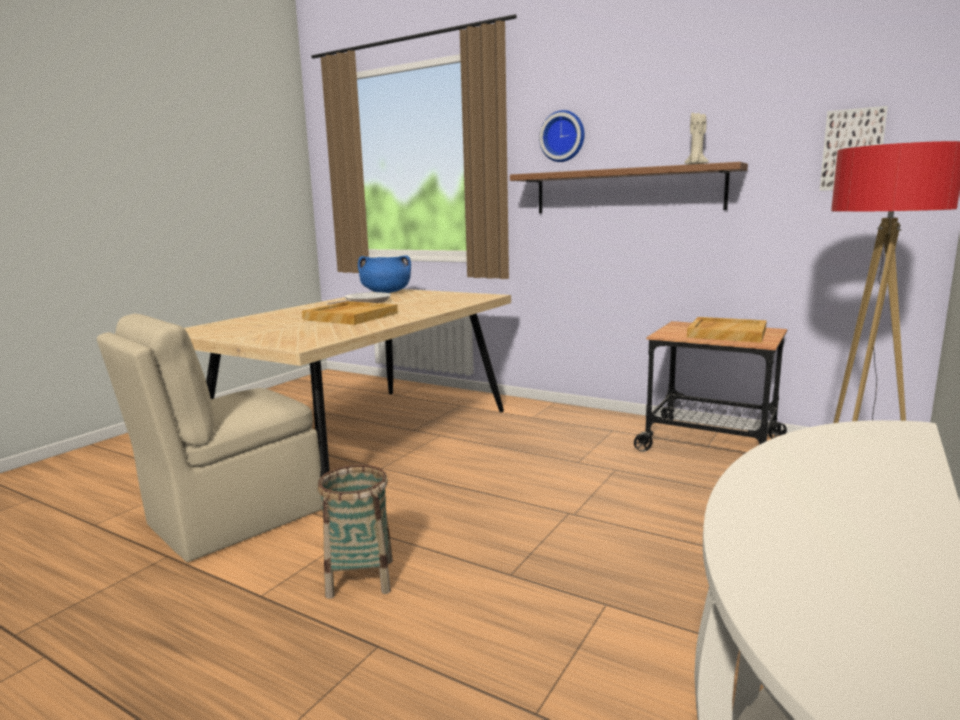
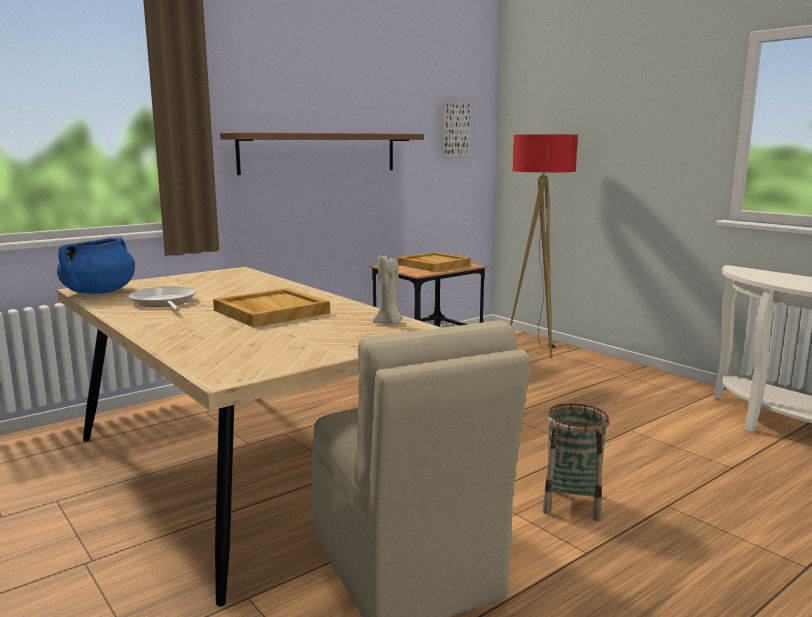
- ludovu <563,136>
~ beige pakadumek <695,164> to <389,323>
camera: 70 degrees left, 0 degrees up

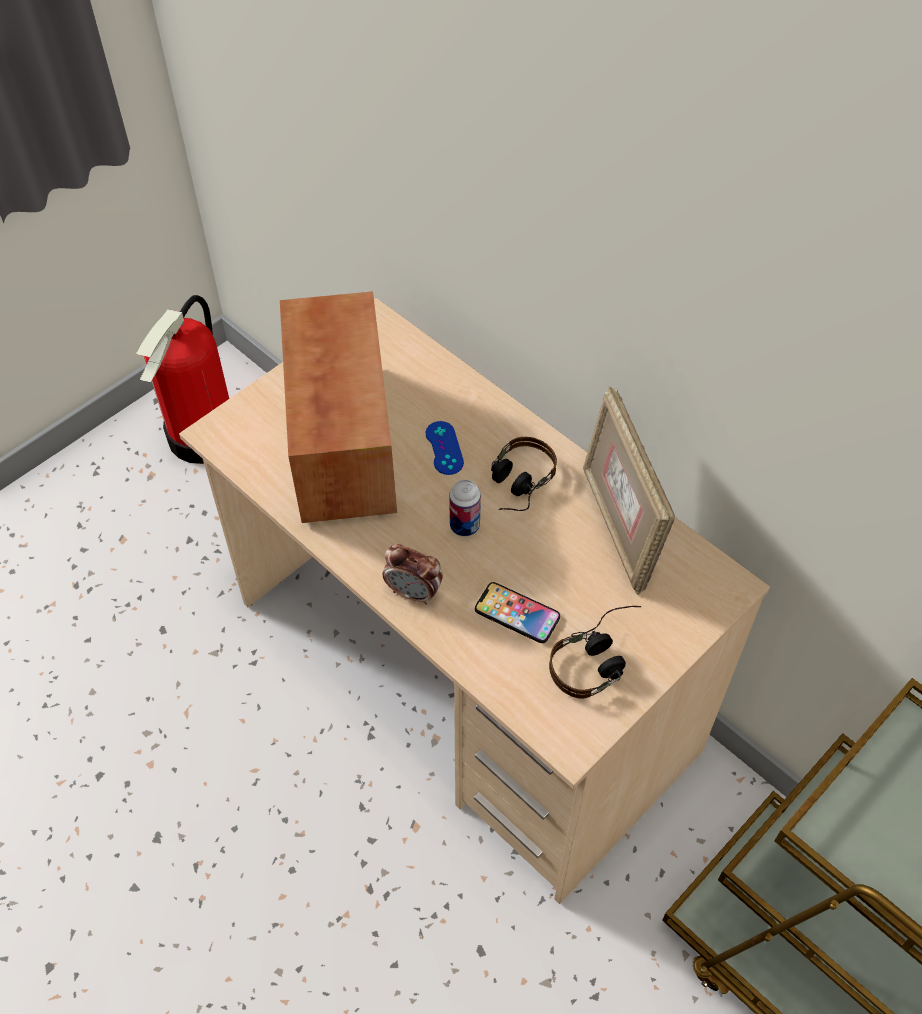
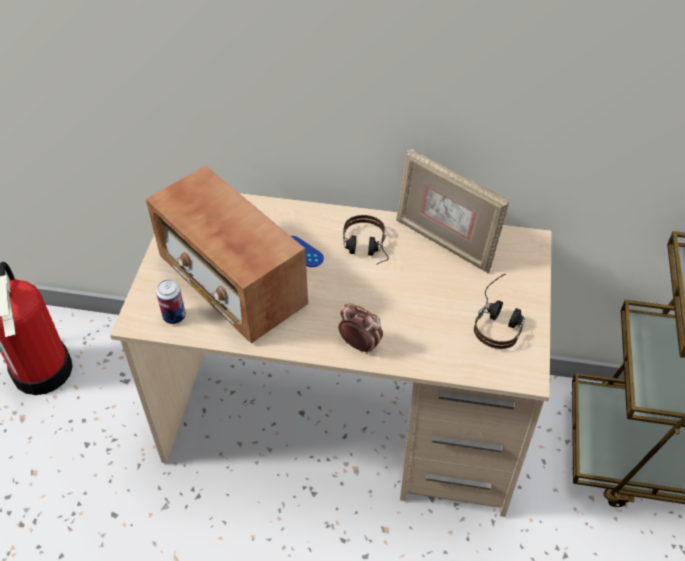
~ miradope <414,592> = <359,345> 135 degrees counterclockwise
~ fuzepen <464,526> to <174,316>
- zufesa <517,613>
camera: 35 degrees left, 5 degrees down

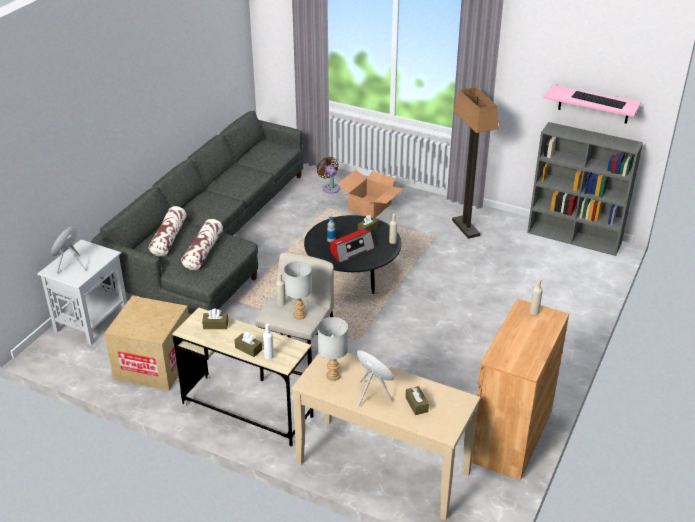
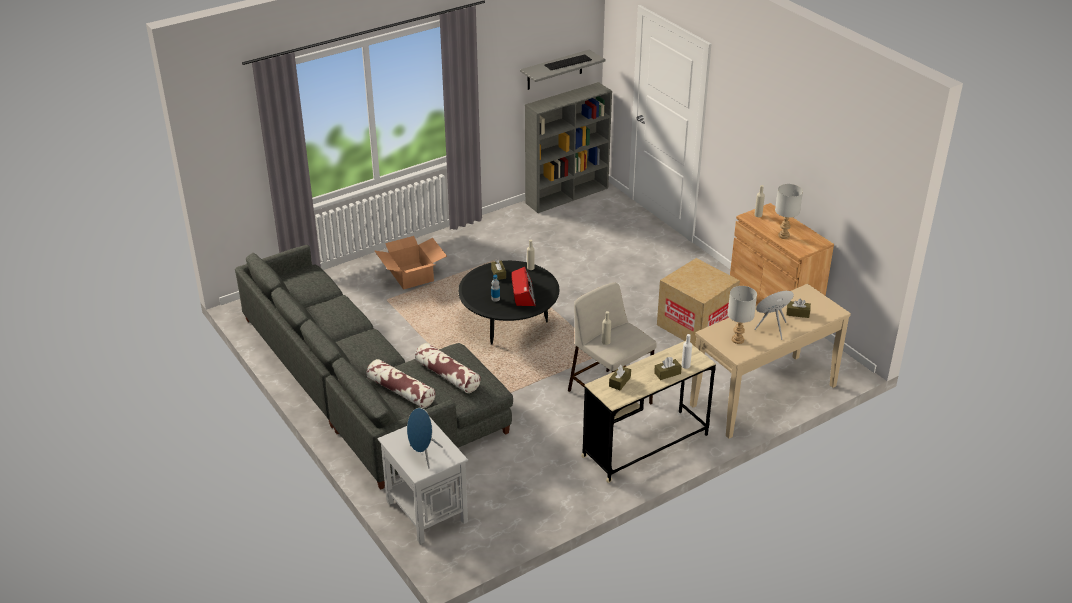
~ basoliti <154,364> to <695,325>
~ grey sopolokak <300,315> to <783,235>
- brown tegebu <330,187>
- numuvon <466,228>
~ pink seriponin <594,104> to grey seriponin <554,70>
camera: 60 degrees left, 0 degrees up

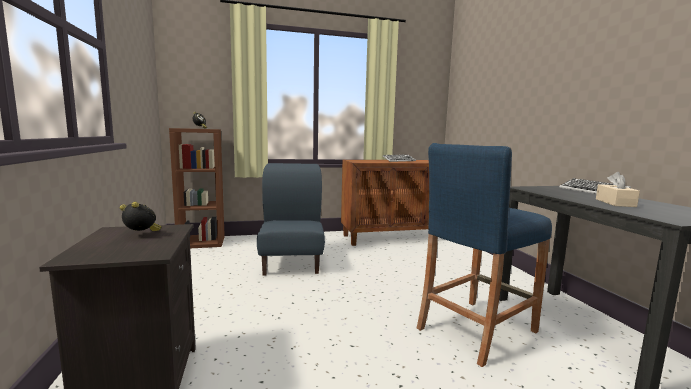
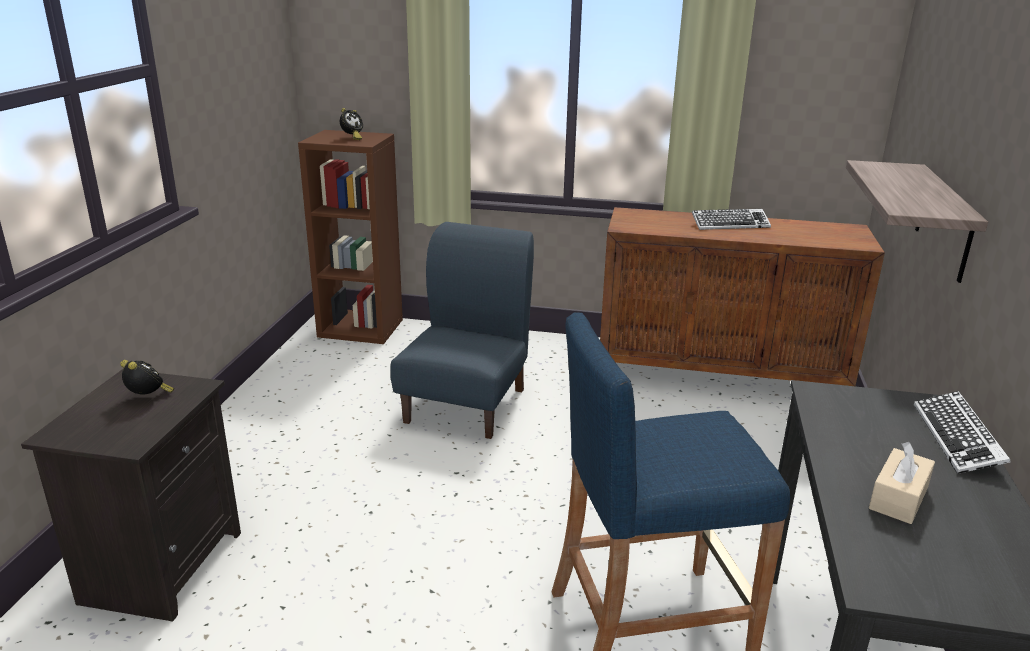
+ seriponin <945,222>
camera: 25 degrees right, 15 degrees up

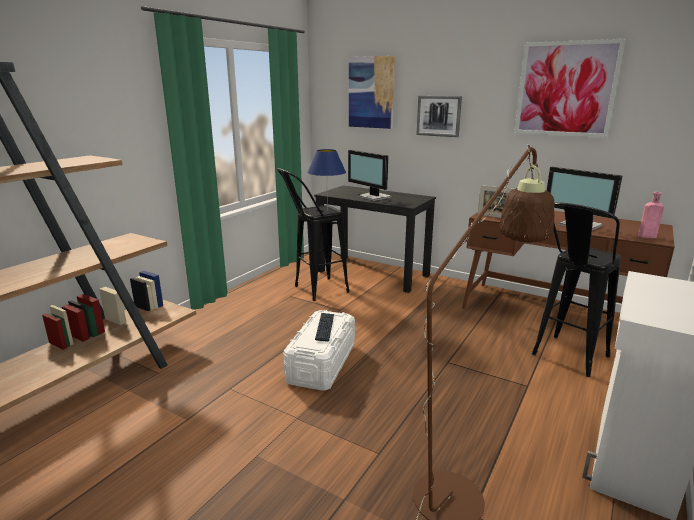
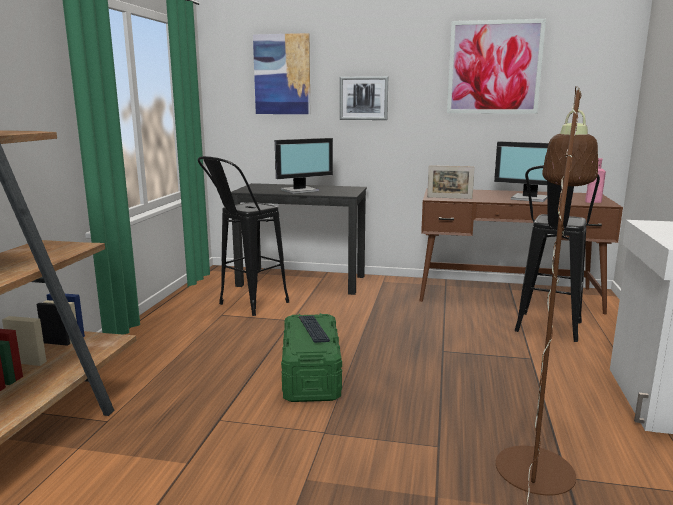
~ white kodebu <322,363> to green kodebu <311,375>
- blue sopolokak <327,211>
~ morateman <373,197> = <301,190> 60 degrees counterclockwise
camera: 20 degrees left, 5 degrees down

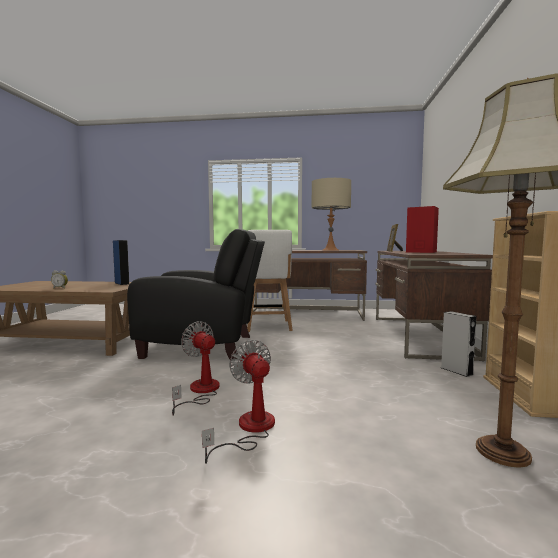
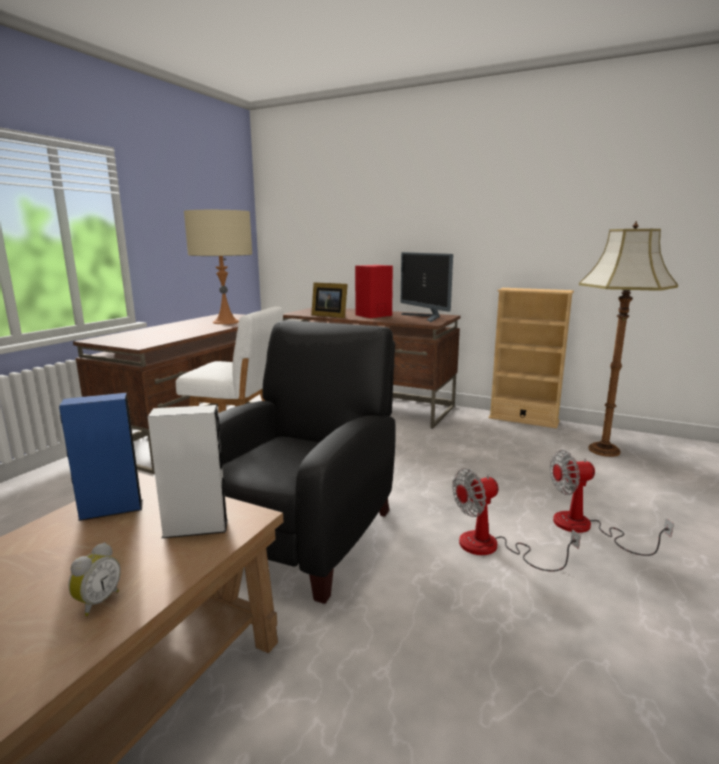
~ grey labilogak <456,371> to <195,528>
+ morateman <425,318>
camera: 70 degrees left, 10 degrees up

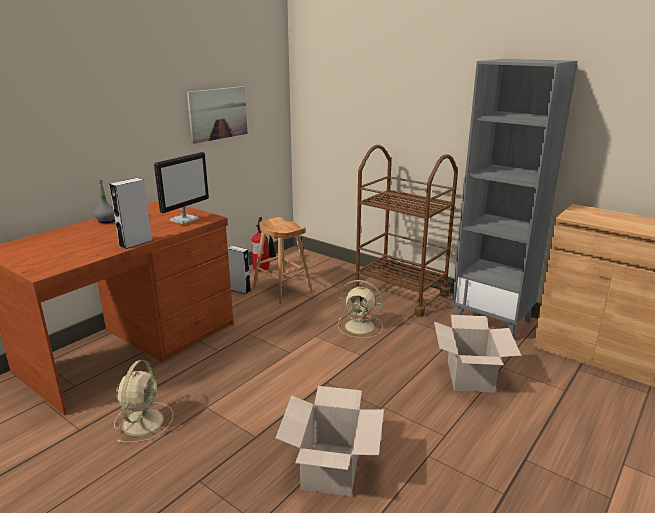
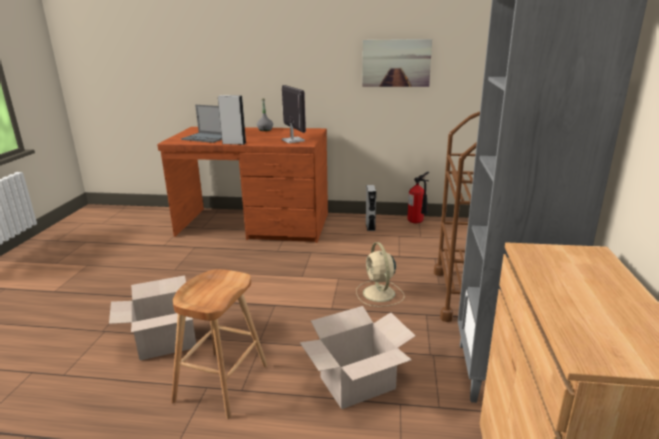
- beige tegebu <143,421>
~ morateman <185,219> = <292,140> 120 degrees counterclockwise
~ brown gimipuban <282,289> to <221,383>
+ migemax <206,138>
camera: 60 degrees right, 0 degrees up

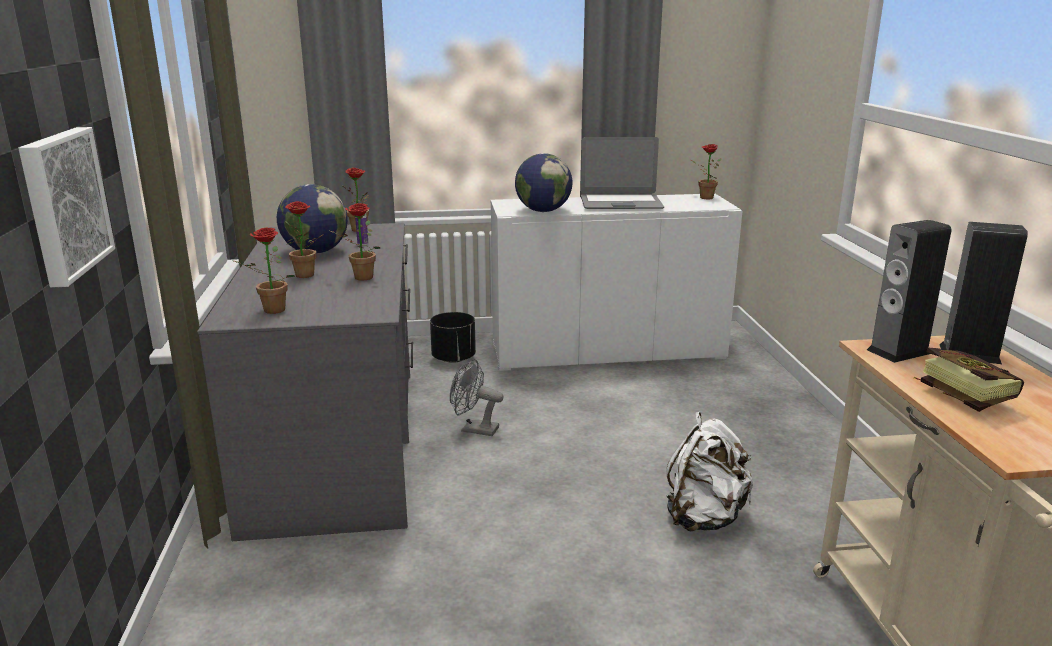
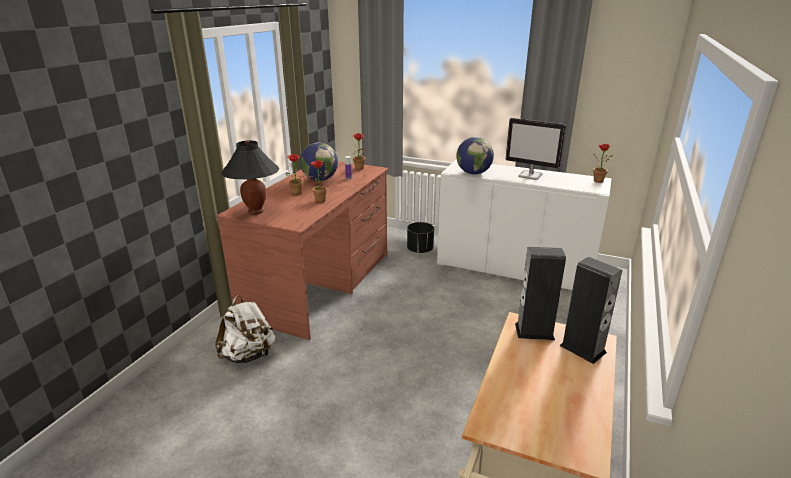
- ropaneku <63,203>
~ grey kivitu <338,444> to brown kivitu <320,284>
~ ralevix <270,311> to black sopolokak <255,211>
- grey tegebu <474,429>
~ migemax <620,203> to morateman <530,175>
~ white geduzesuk <704,517> to <248,355>
- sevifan <958,394>
camera: 30 degrees right, 5 degrees up

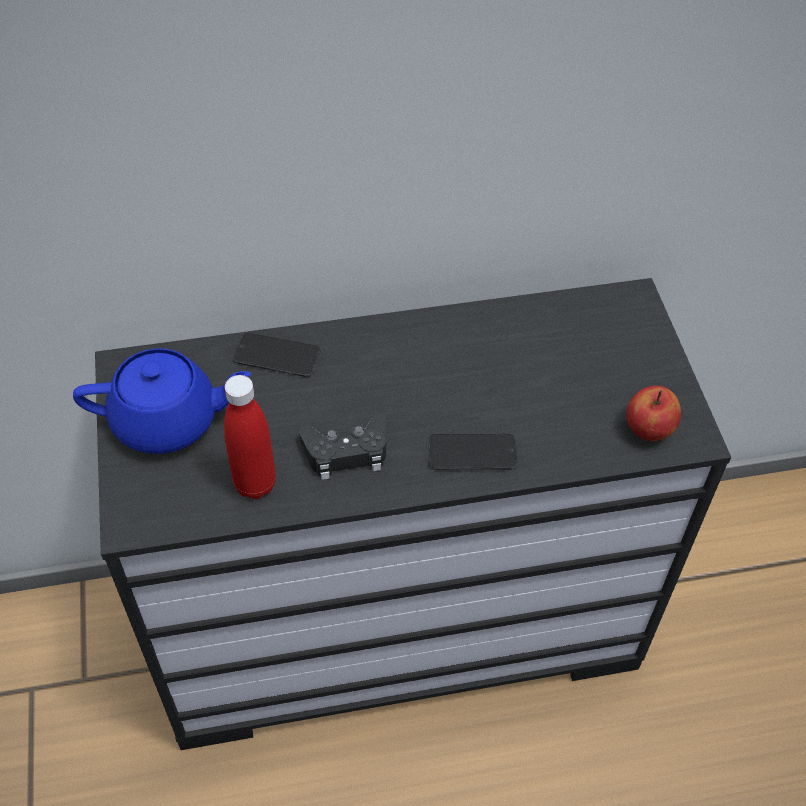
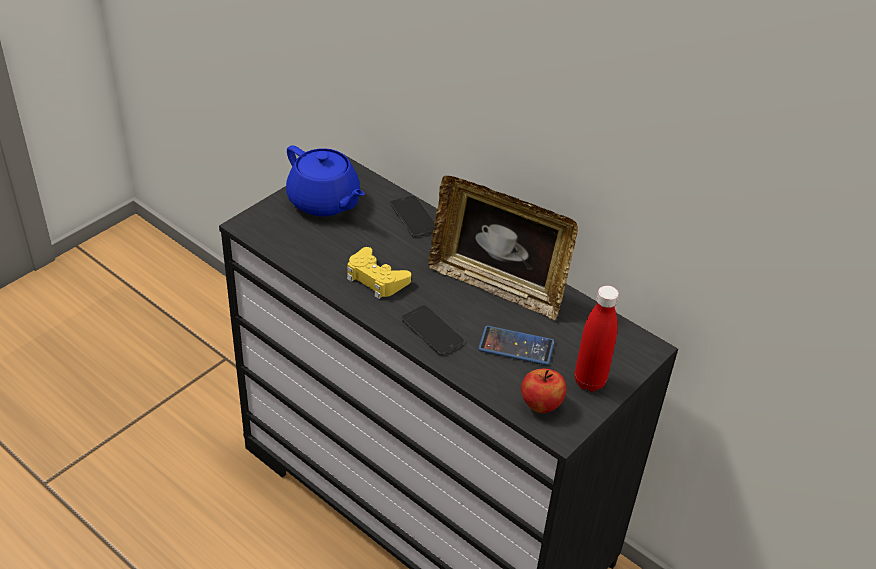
~ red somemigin <255,484> to <589,381>
~ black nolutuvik <346,452> to yellow nolutuvik <376,279>
+ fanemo <497,285>
+ zufesa <516,346>
camera: 50 degrees right, 10 degrees down

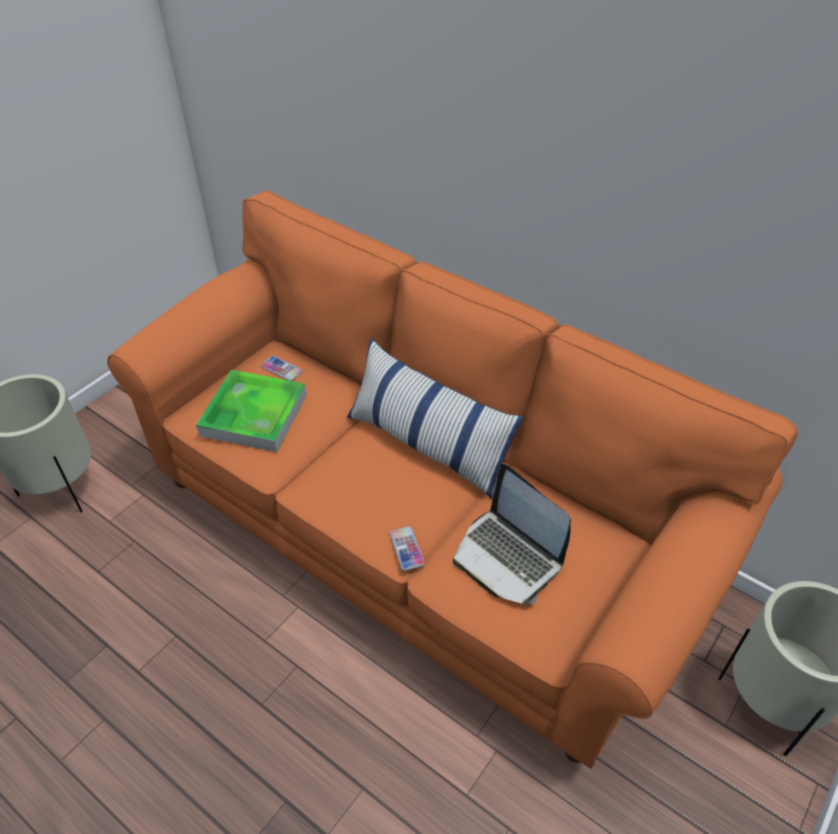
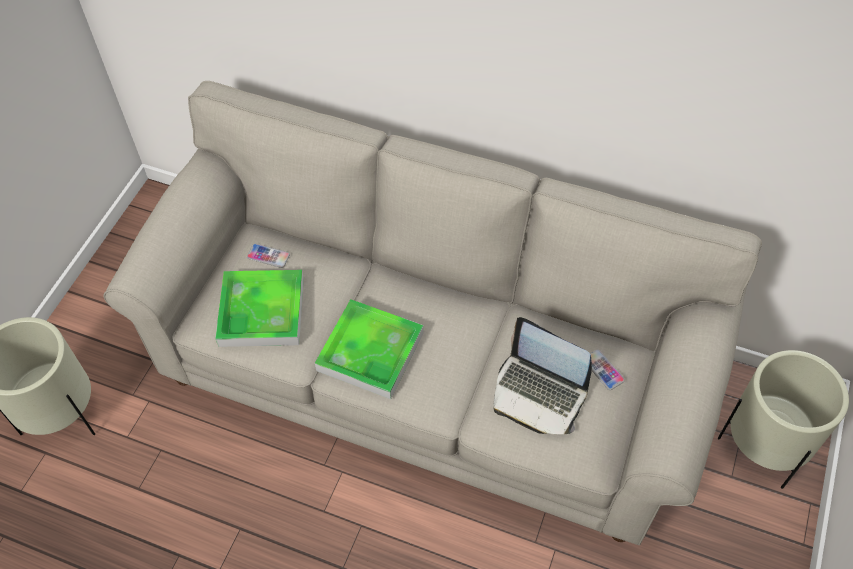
~ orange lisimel <419,533> to beige lisimel <428,373>
- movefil <428,444>
~ zufesa <406,549> to <603,370>
+ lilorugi <370,352>
camera: 15 degrees left, 10 degrees up

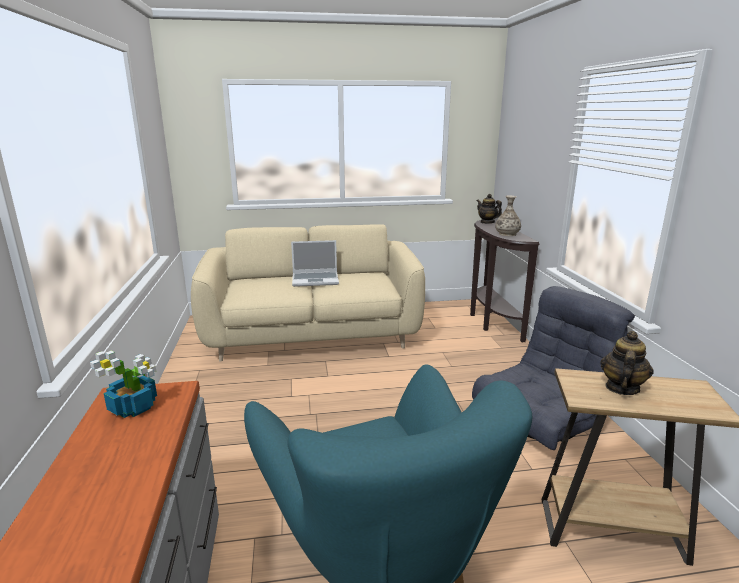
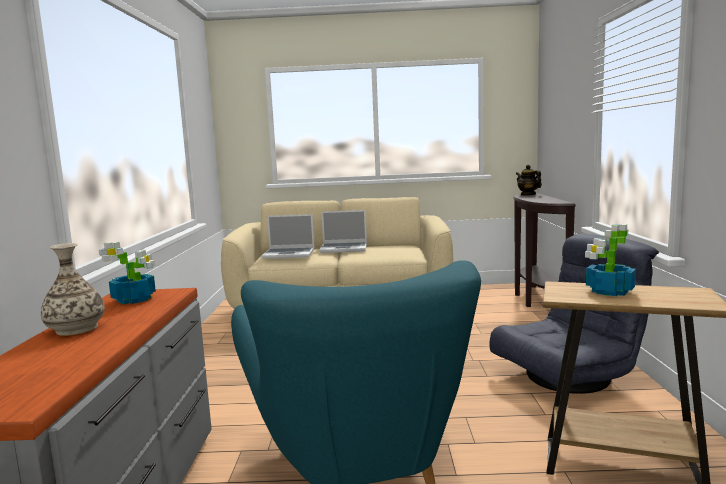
~ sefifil <507,234> to <76,329>
~ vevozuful <621,388> to ralevix <609,291>
+ migemax <289,254>
camera: 10 degrees right, 10 degrees down

